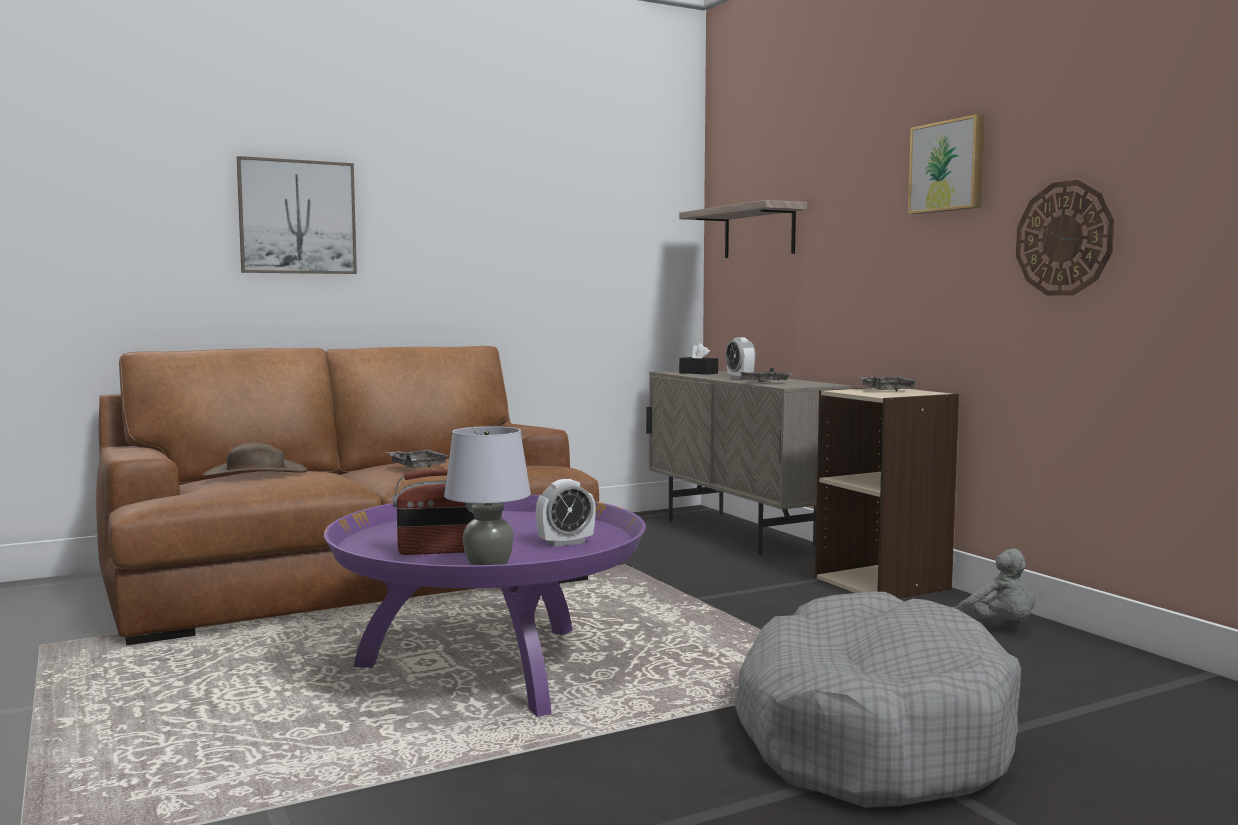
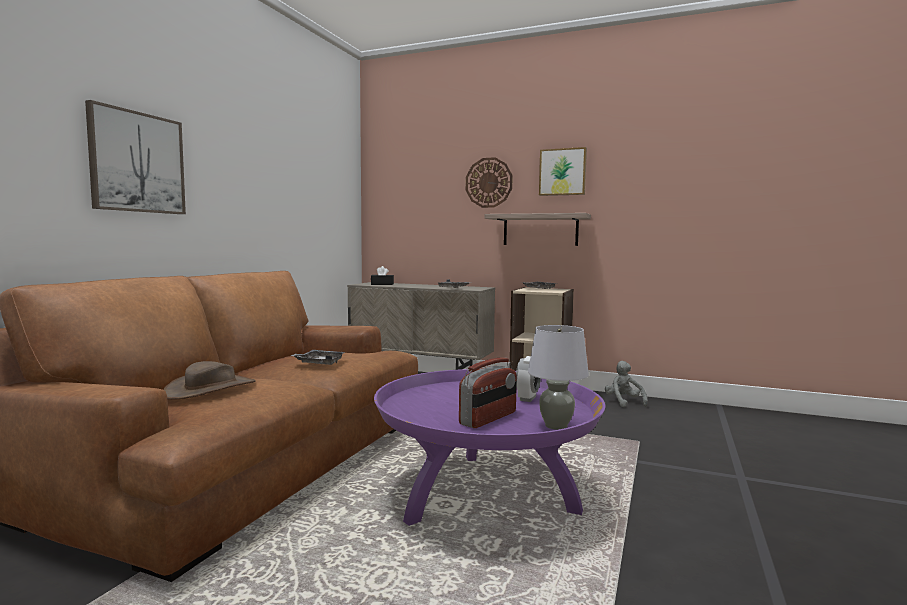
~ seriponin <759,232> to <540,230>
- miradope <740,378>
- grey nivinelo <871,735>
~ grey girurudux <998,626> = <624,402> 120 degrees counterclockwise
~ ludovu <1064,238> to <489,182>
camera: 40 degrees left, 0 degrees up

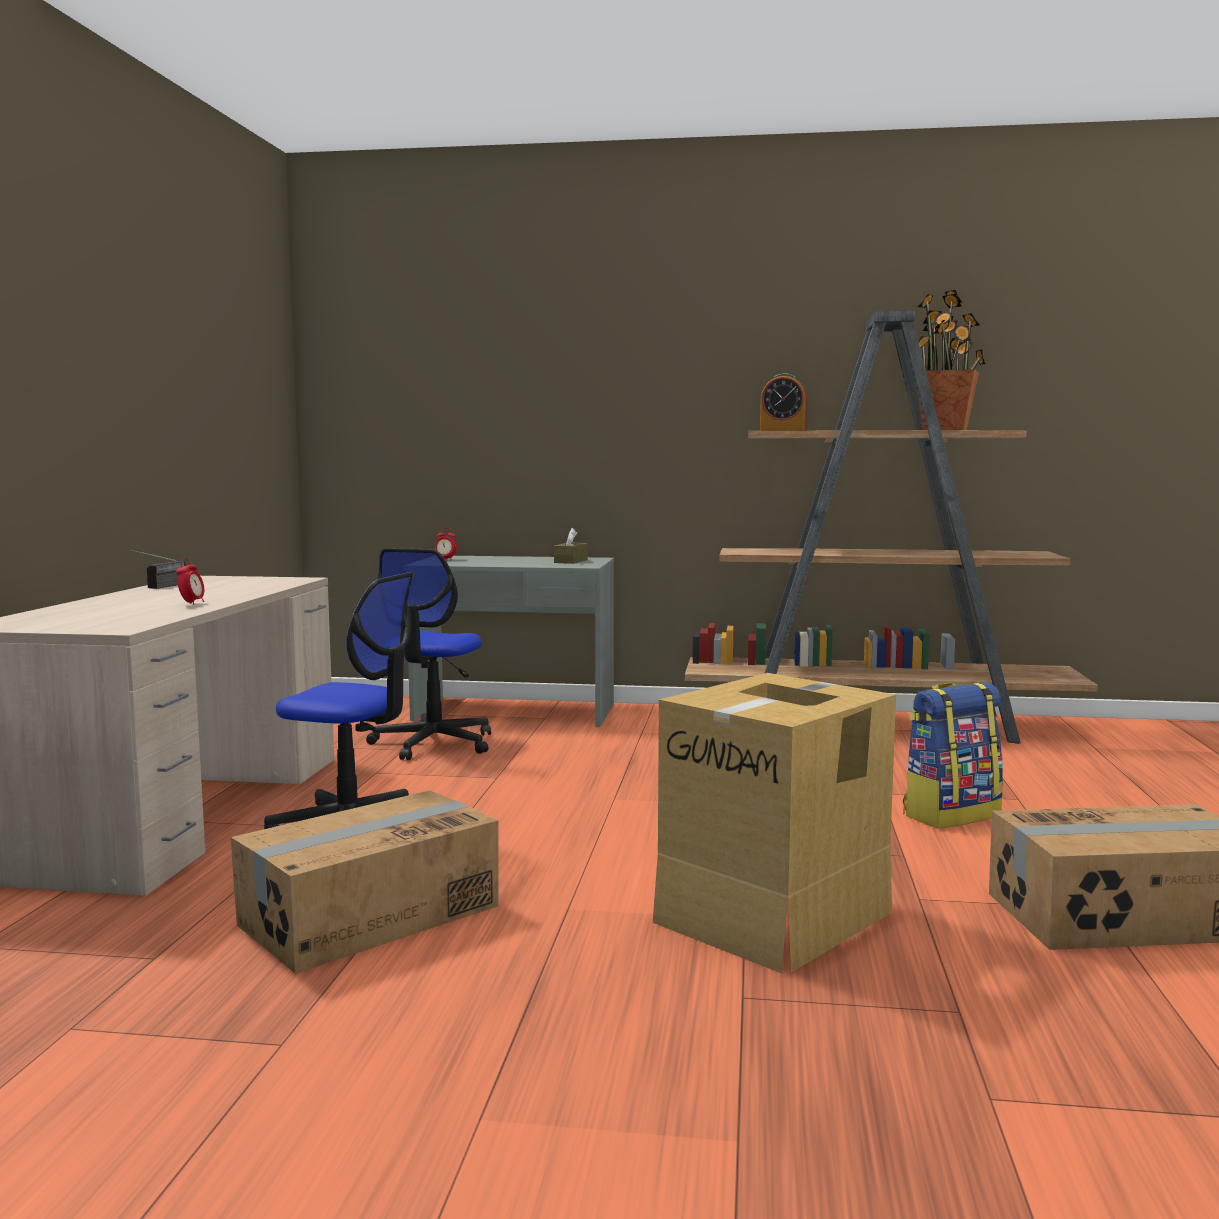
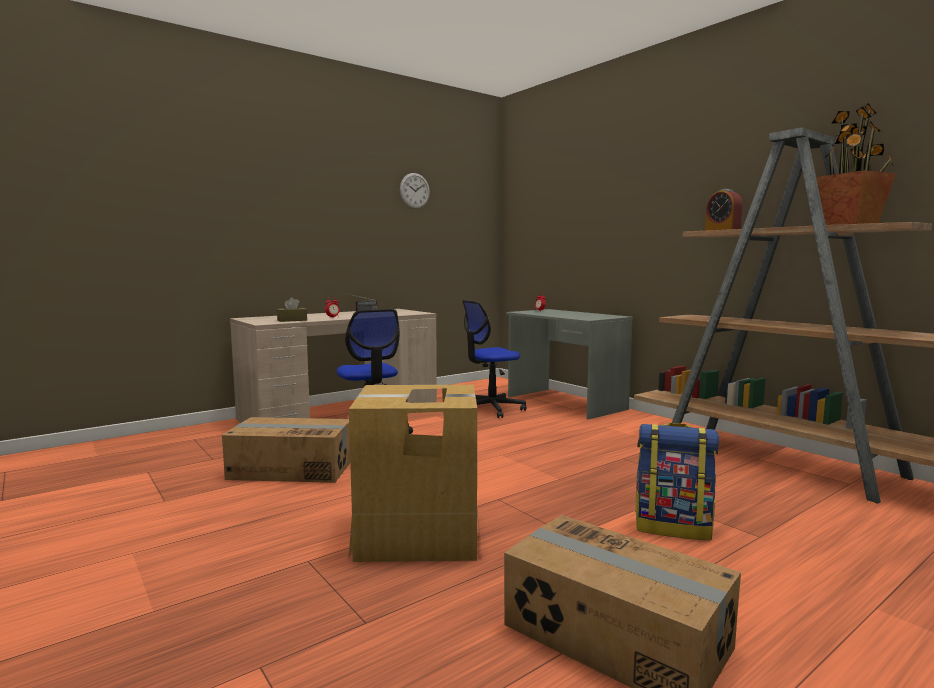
~ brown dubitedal <571,561> to <292,320>
+ ludovu <414,191>
camera: 45 degrees right, 0 degrees up

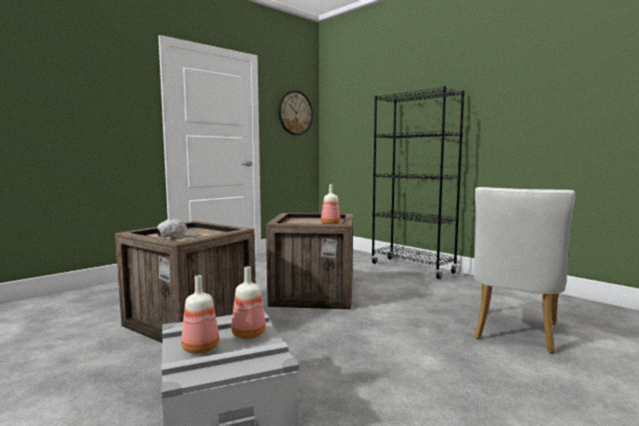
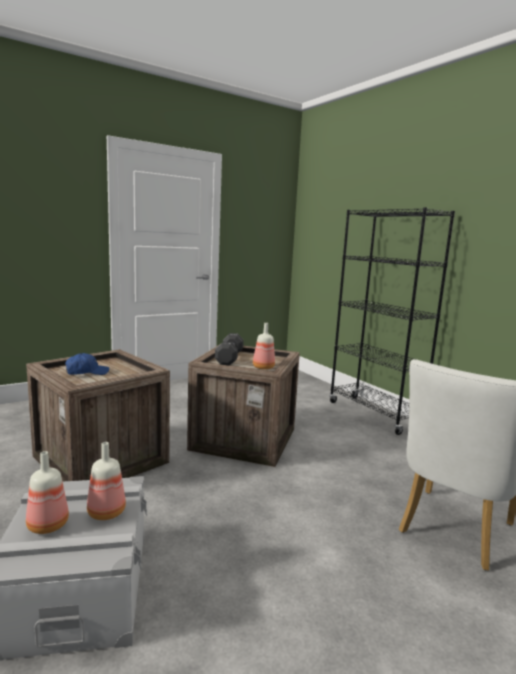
~ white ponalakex <177,236> to blue ponalakex <87,372>
- ludovu <295,113>
+ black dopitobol <229,358>
camera: 10 degrees right, 5 degrees up

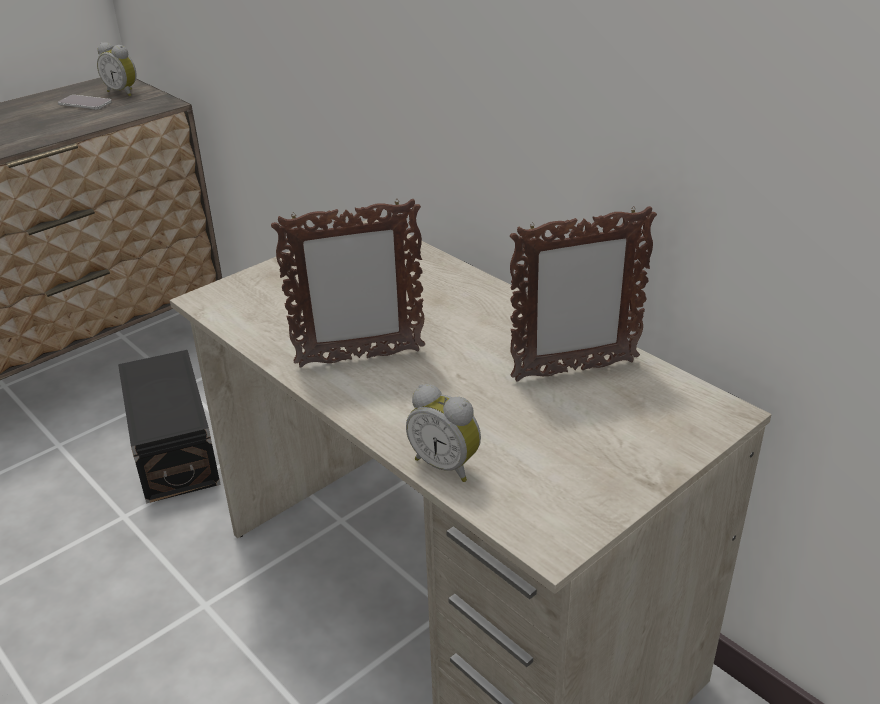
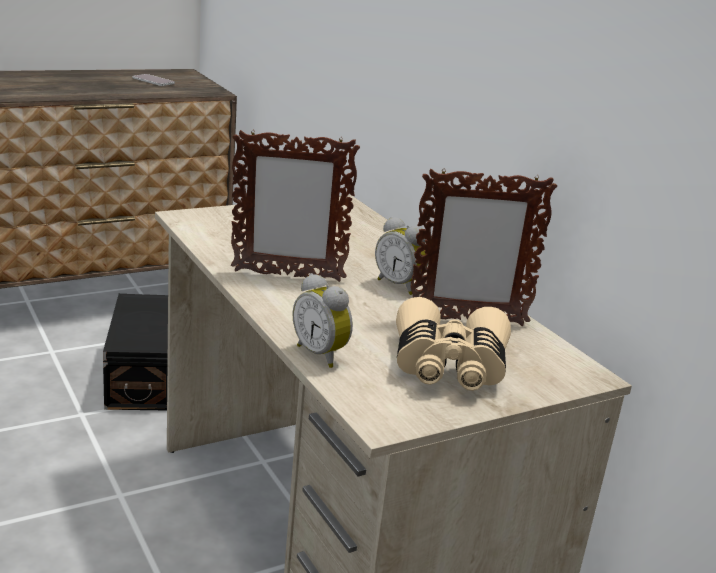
~ miradope <123,92> to <400,285>
+ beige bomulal <448,367>
camera: 10 degrees right, 10 degrees down

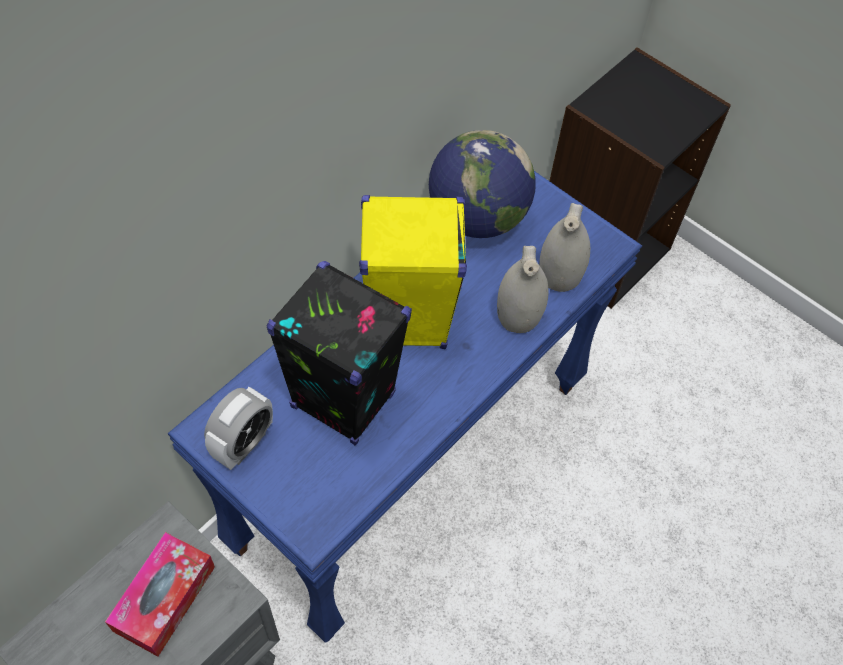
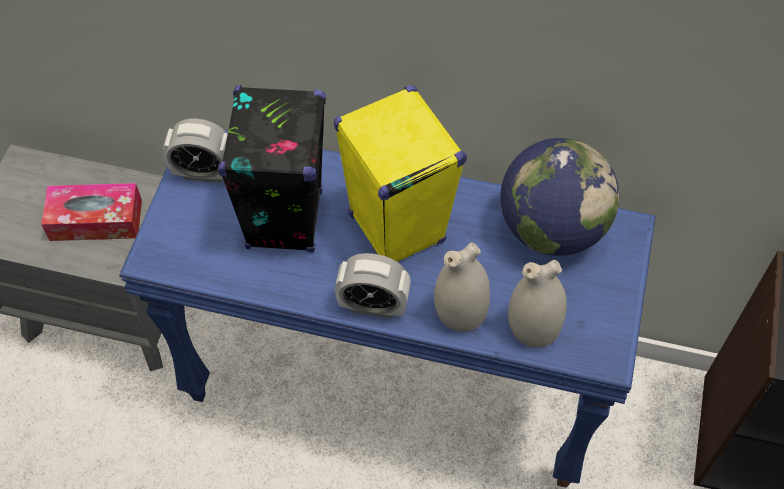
+ miradope <373,306>
camera: 65 degrees right, 0 degrees up

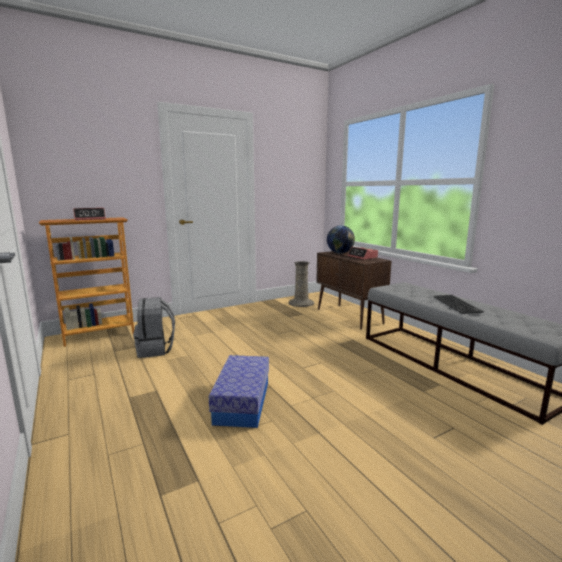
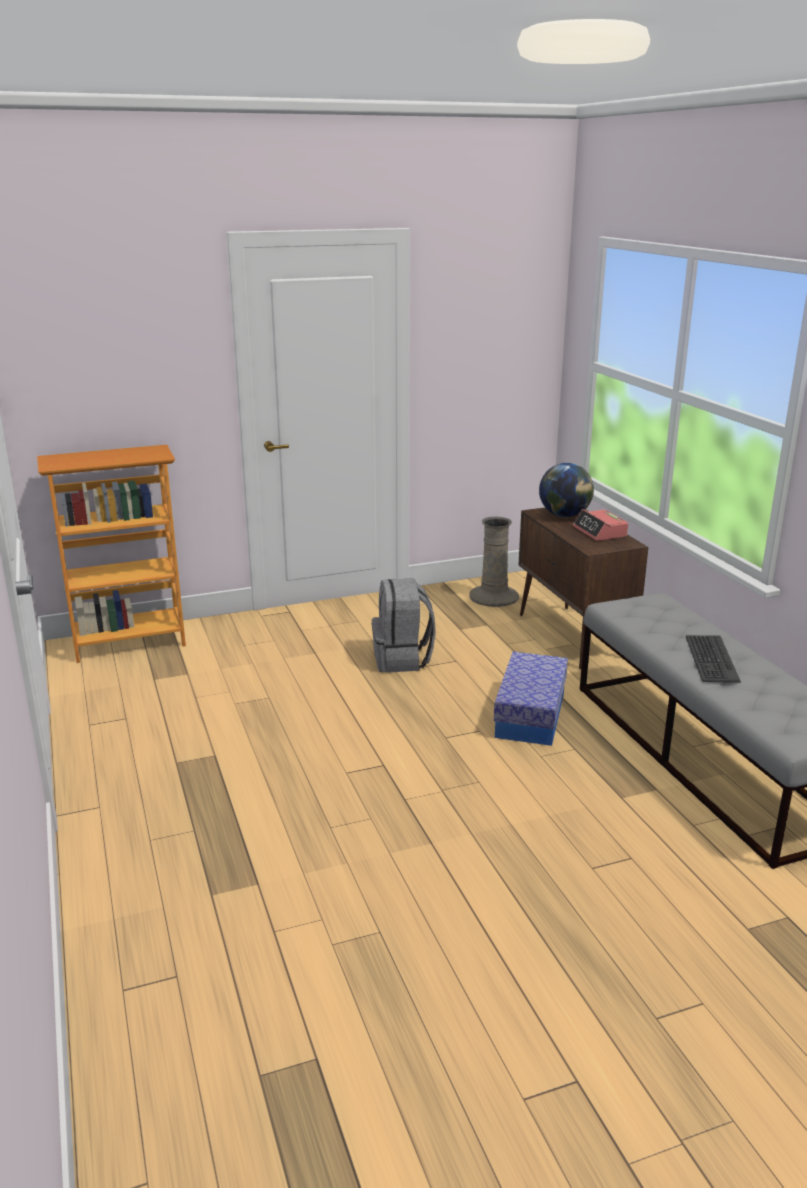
- miradope <90,219>
~ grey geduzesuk <156,349> to <402,659>
~ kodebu <242,402> to <530,714>
camera: 10 degrees right, 10 degrees up

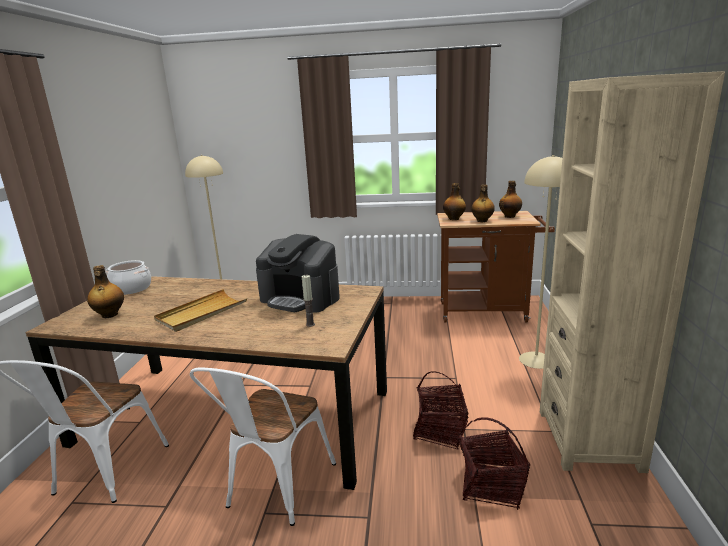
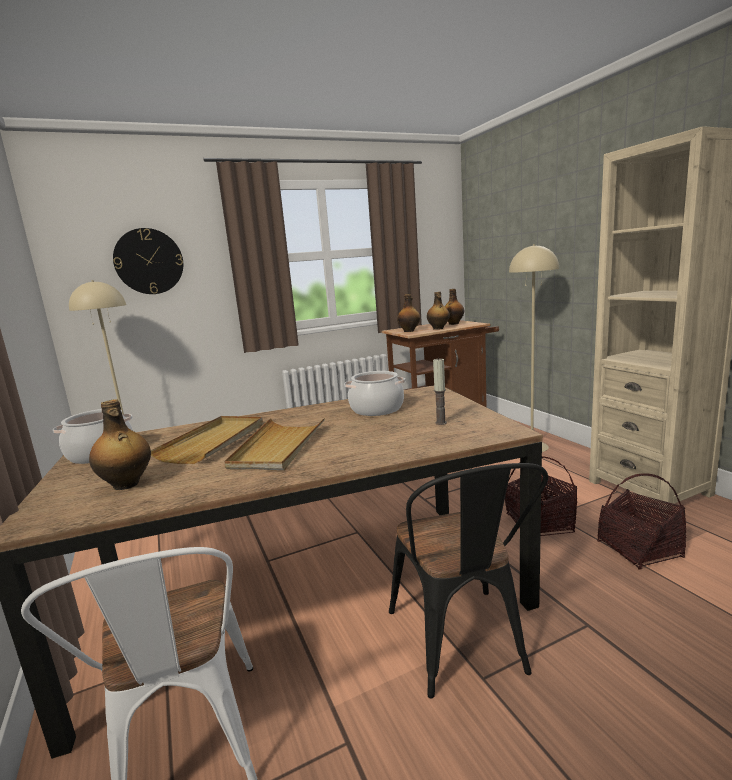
~ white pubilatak <276,490> to black pubilatak <462,648>
~ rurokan <301,298> to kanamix <377,409>
+ ludovu <149,261>
+ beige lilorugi <214,441>
camera: 30 degrees left, 5 degrees down

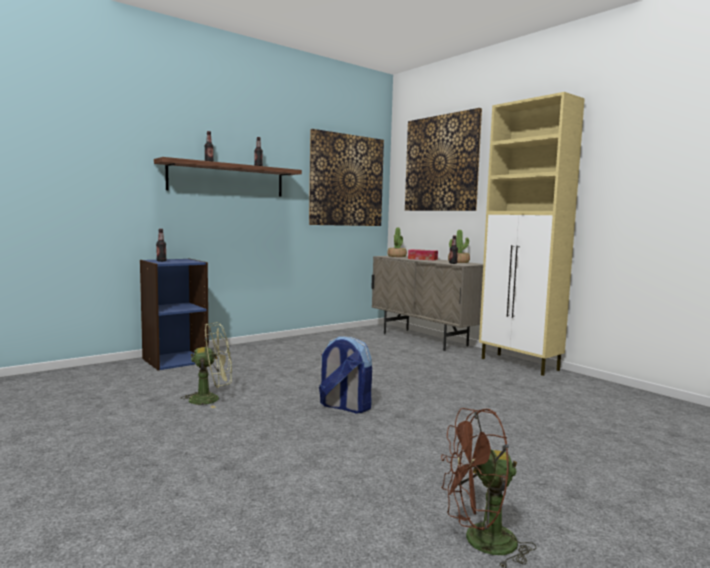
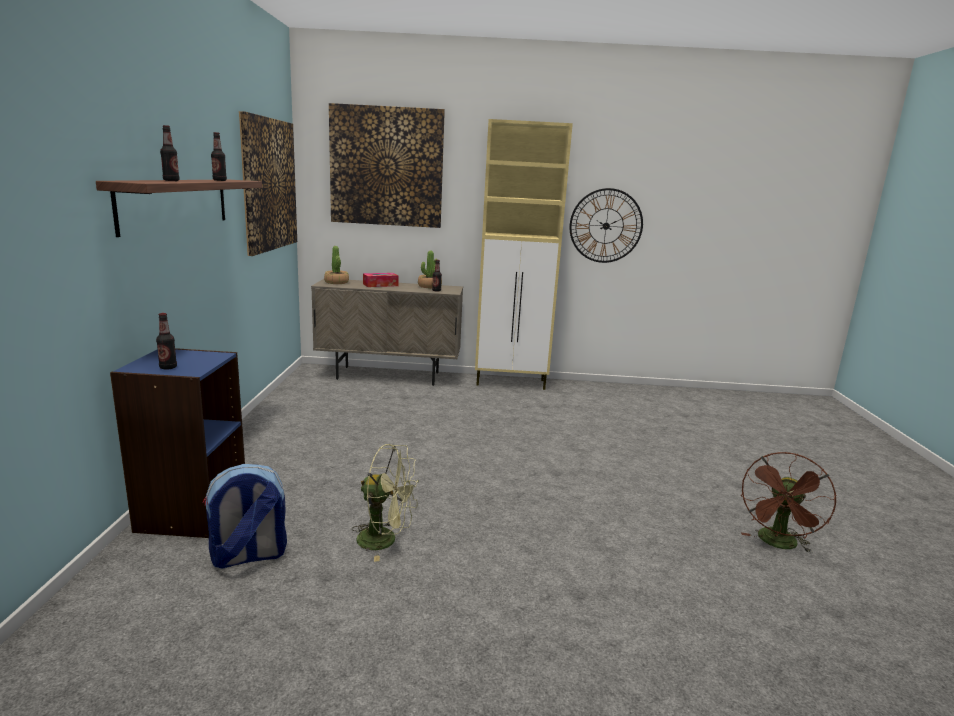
~ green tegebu <211,399> = <385,540> 75 degrees clockwise
~ geduzesuk <344,407> to <248,556>
+ ludovu <606,226>
camera: 50 degrees left, 10 degrees up

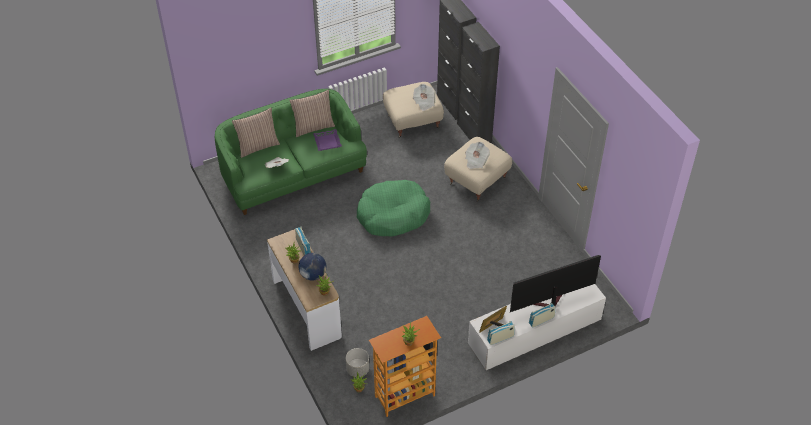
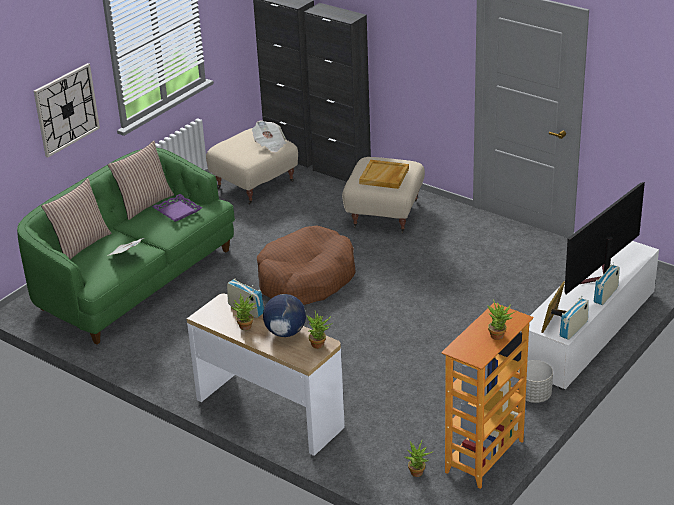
~ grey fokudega <357,370> to <534,396>
~ green nivinelo <393,215> to brown nivinelo <306,279>
~ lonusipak <476,161> to beige lilorugi <384,176>
+ ludovu <66,109>
camera: 25 degrees left, 15 degrees down

